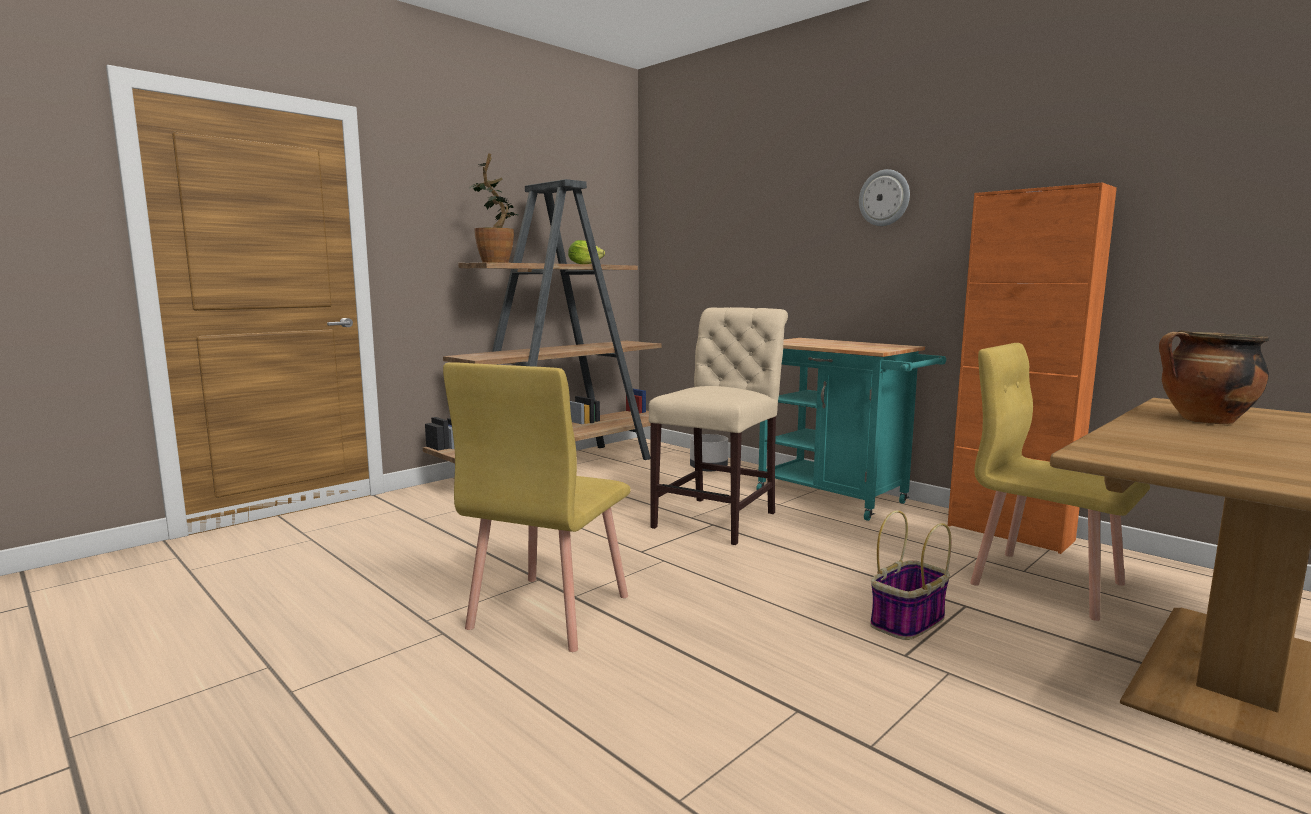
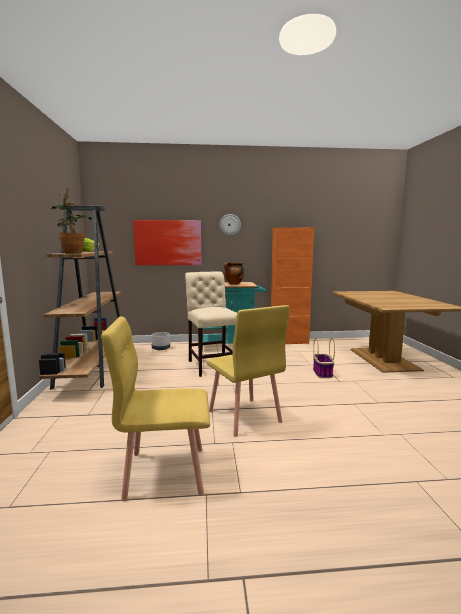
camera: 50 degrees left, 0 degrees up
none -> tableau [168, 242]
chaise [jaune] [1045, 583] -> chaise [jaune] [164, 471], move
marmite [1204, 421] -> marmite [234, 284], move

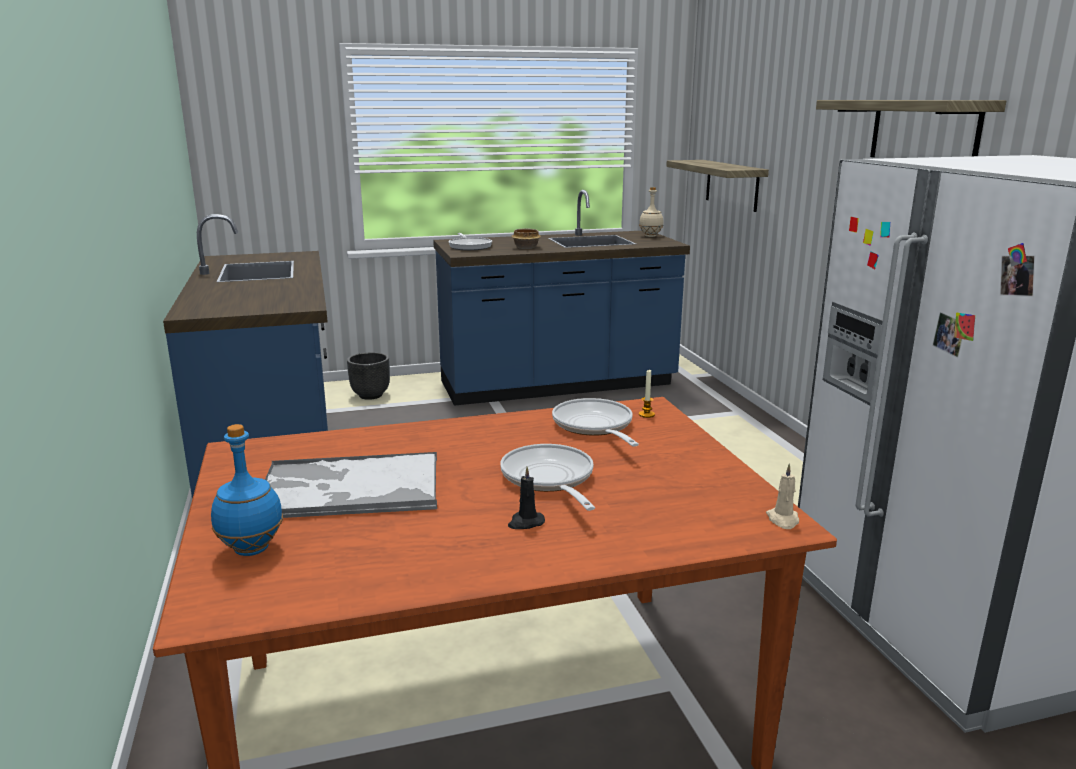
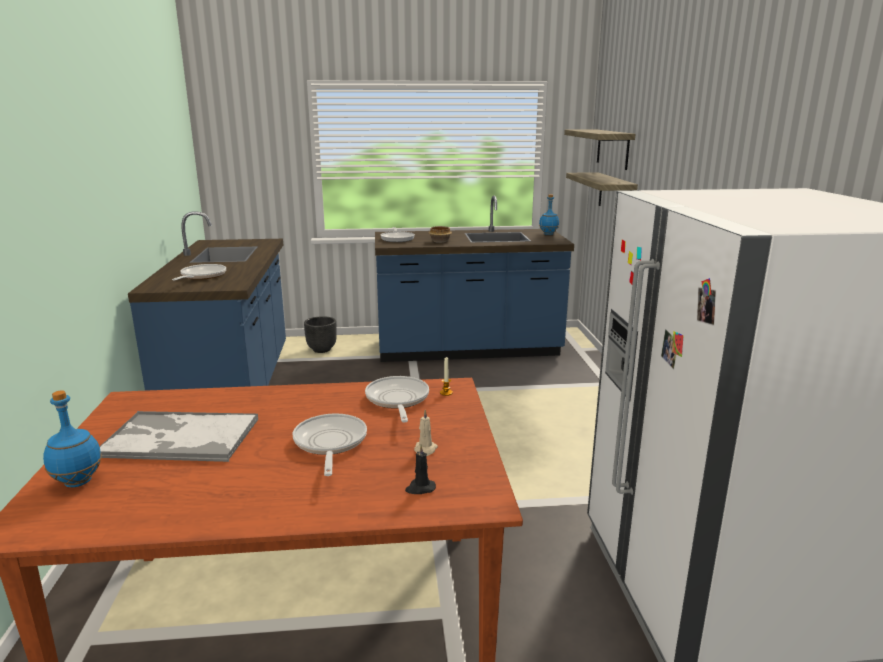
camera: 10 degrees right, 0 degrees up
none -> poêle [201, 276]
bougie [noir] [525, 522] -> bougie [noir] [420, 488], move
bougie [beige] [783, 520] -> bougie [beige] [425, 450], move
étagère [924, 131] -> étagère [612, 148], move
bouteille [beige] [650, 236] -> bouteille [bleu] [548, 234]

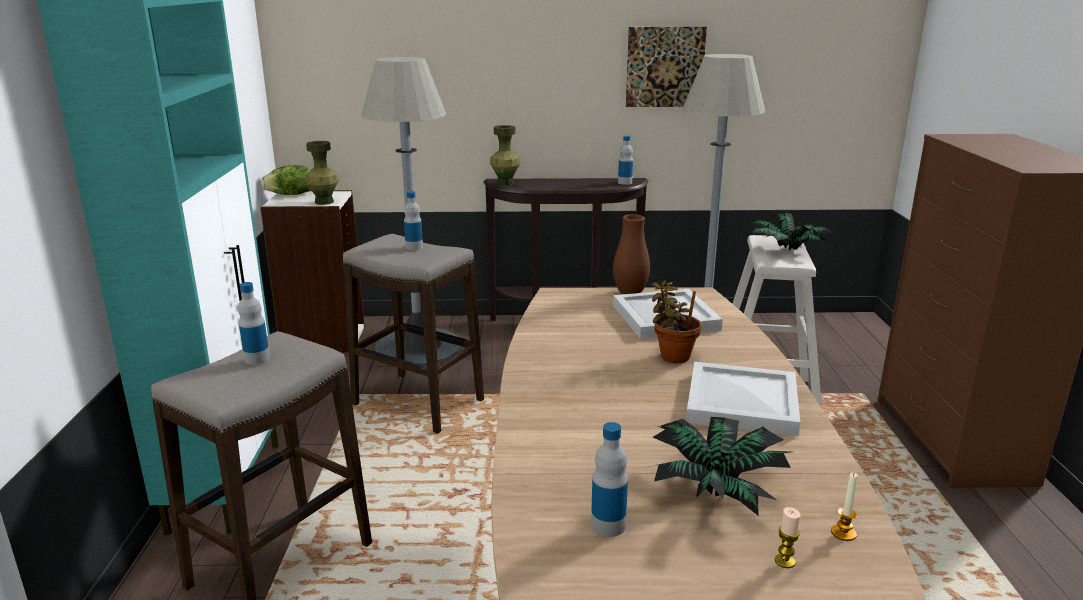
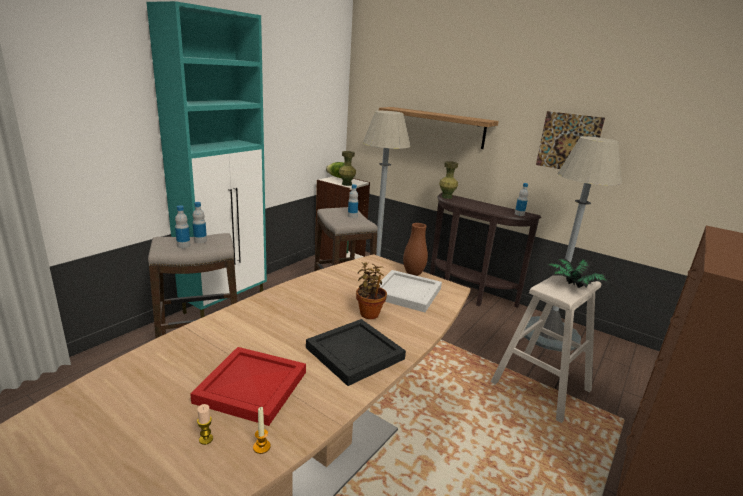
camera: 35 degrees right, 0 degrees up
none -> étagère [439, 127]
bouteille [608, 525] -> bouteille [183, 245], move
plante en pot [716, 488] -> plateau [rouge] [251, 386]
plateau [blanc] [743, 404] -> plateau [noir] [354, 354]

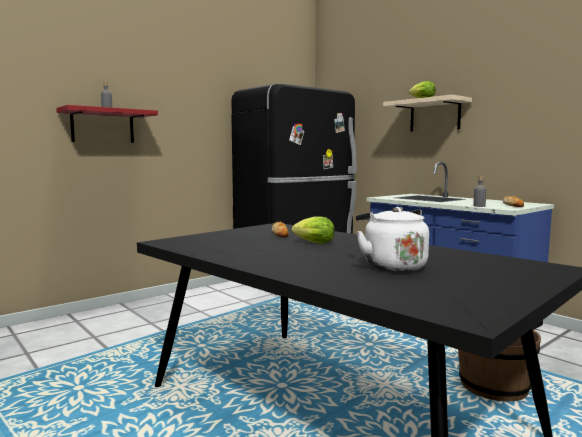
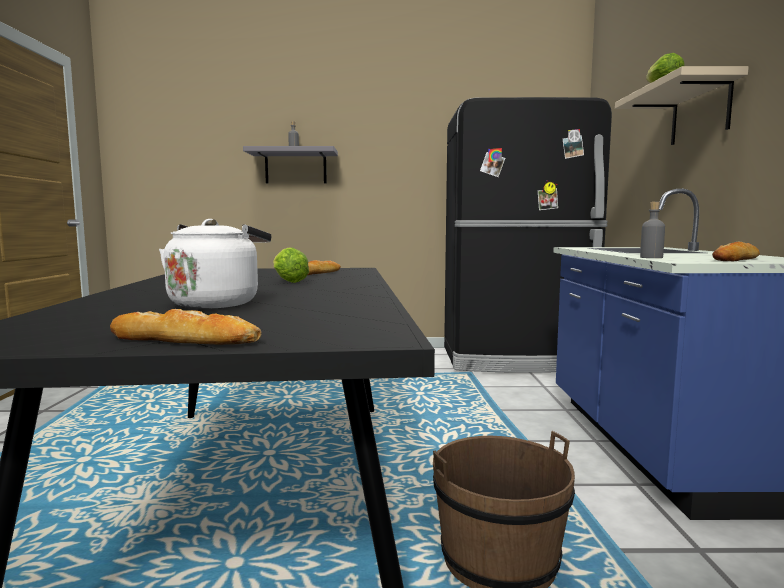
camera: 40 degrees right, 0 degrees up
none -> pain [184, 340]
étagère [rouge] [102, 126] -> étagère [gris] [295, 167]

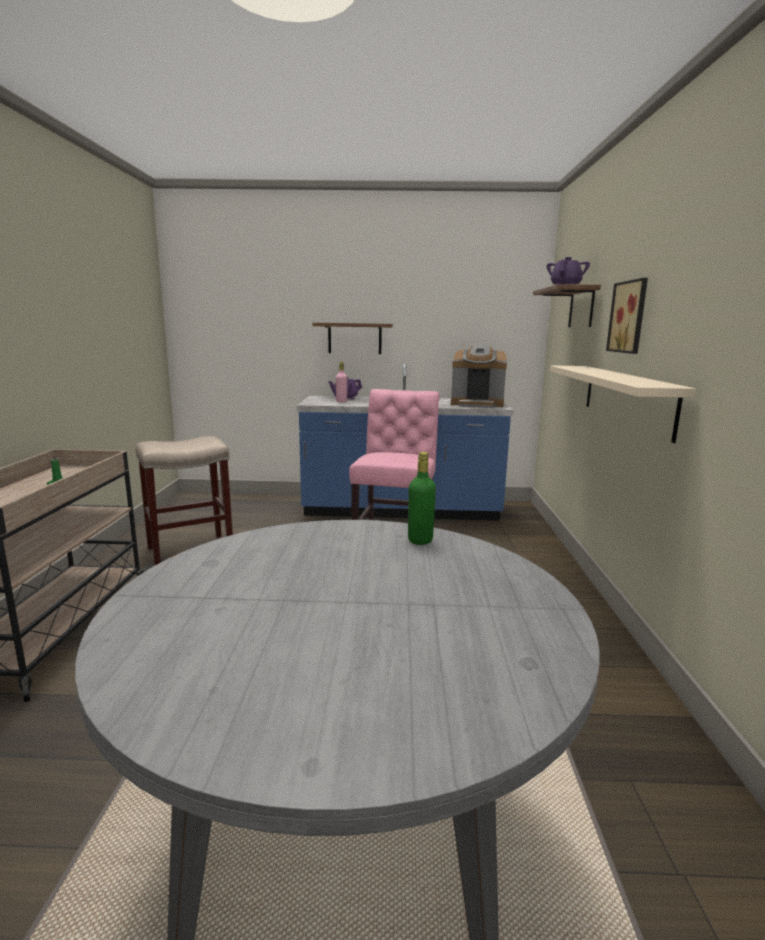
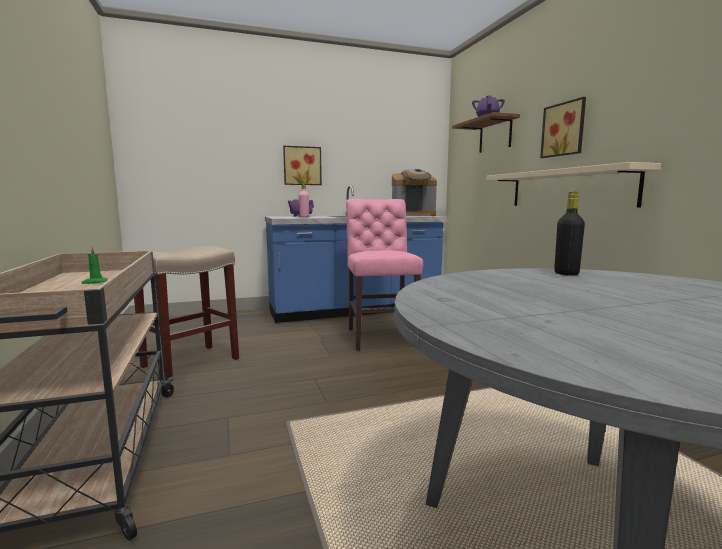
camera: 20 degrees left, 5 degrees down
étagère [354, 338] -> tableau [302, 166]
bouteille [vert] [420, 540] -> bouteille [noir] [566, 273]

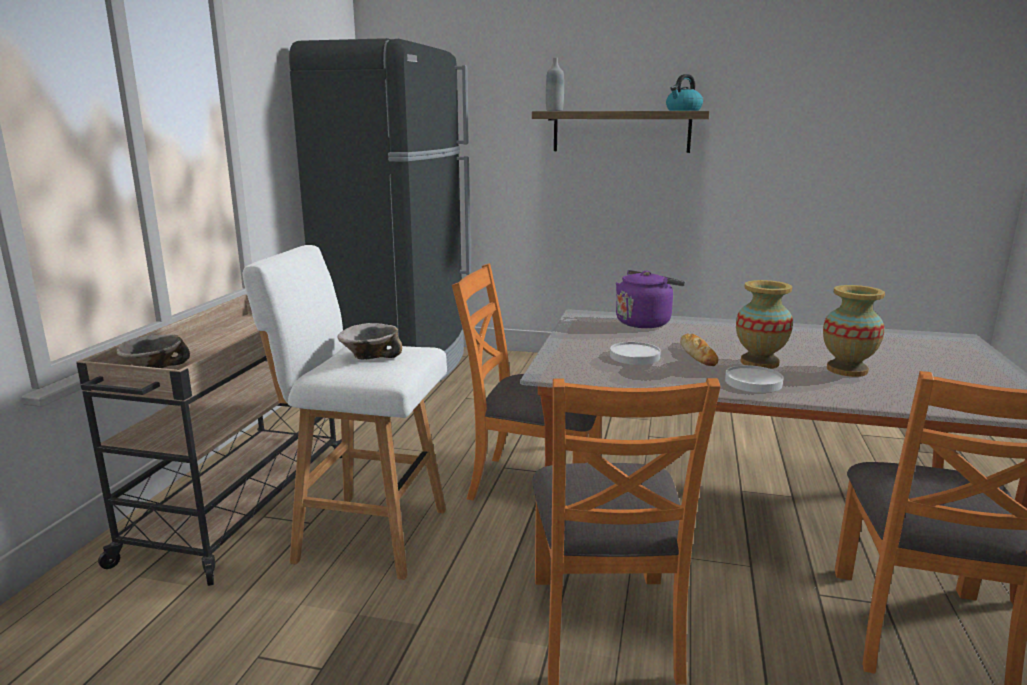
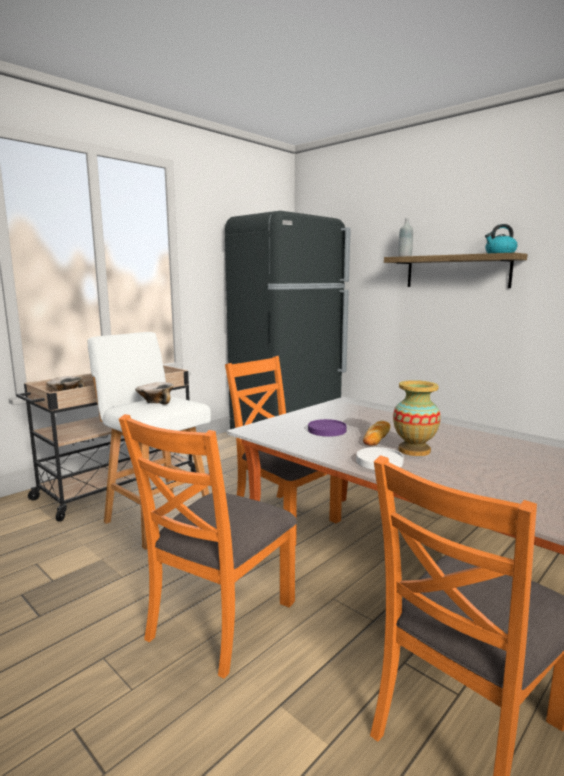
camera: 30 degrees right, 5 degrees down
bouilloire [violet] [645, 322] -> none
vase [847, 370] -> none
assiette [blanc] [634, 356] -> assiette [violet] [327, 430]

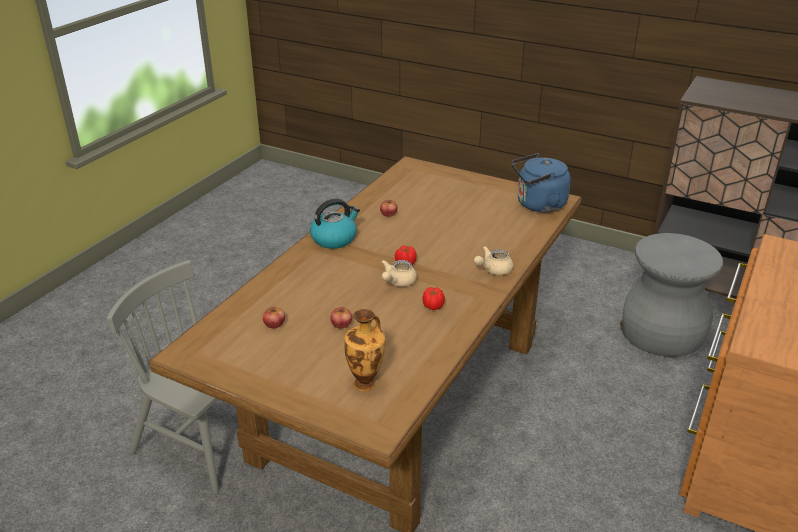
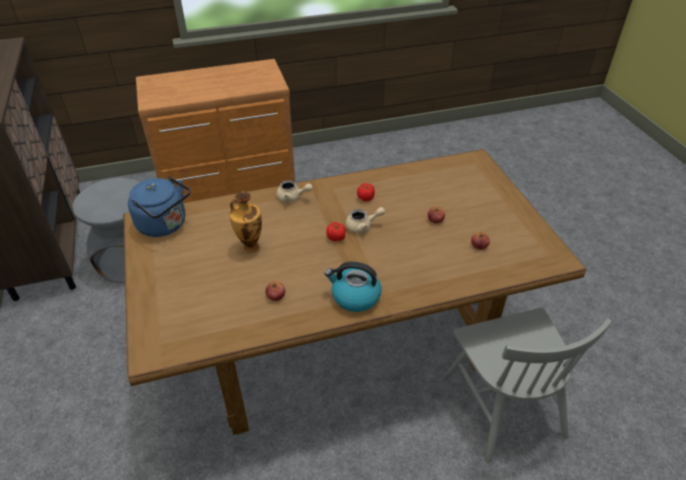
camera: 135 degrees left, 10 degrees up
vase [366, 383] -> vase [250, 246], move

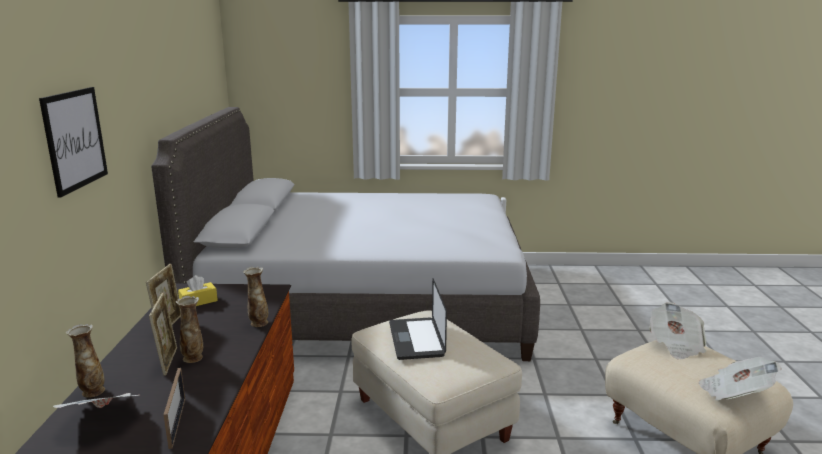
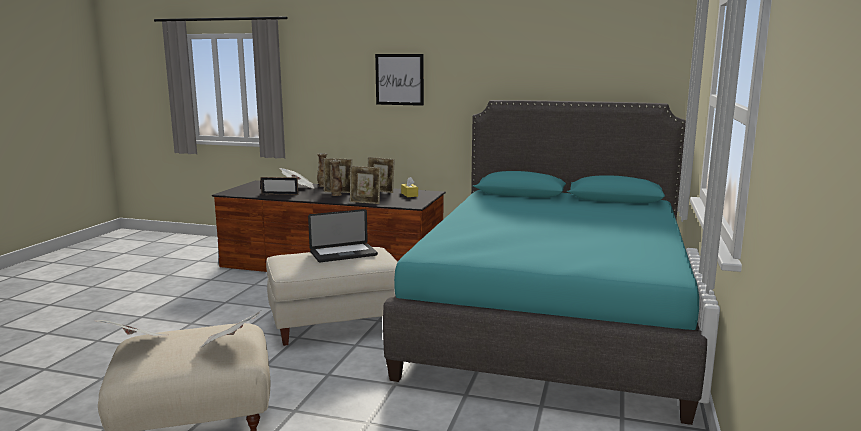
camera: 105 degrees right, 5 degrees down
vase [258, 323] -> cadre photo [365, 202]
lit [gris] [366, 306] -> lit [turquoise] [552, 319]
ordinateur portable [416, 339] -> ordinateur portable [343, 254], 150 degrees clockwise

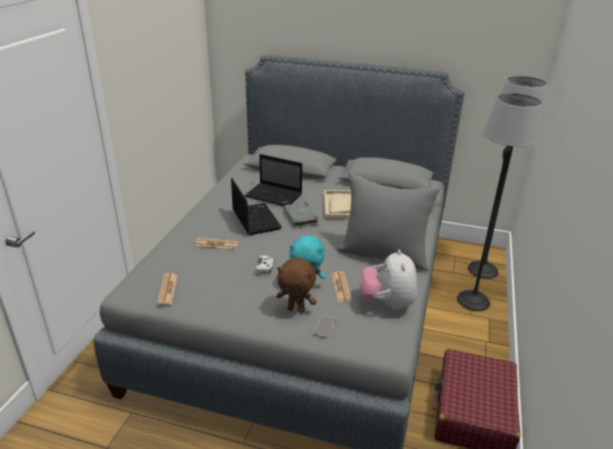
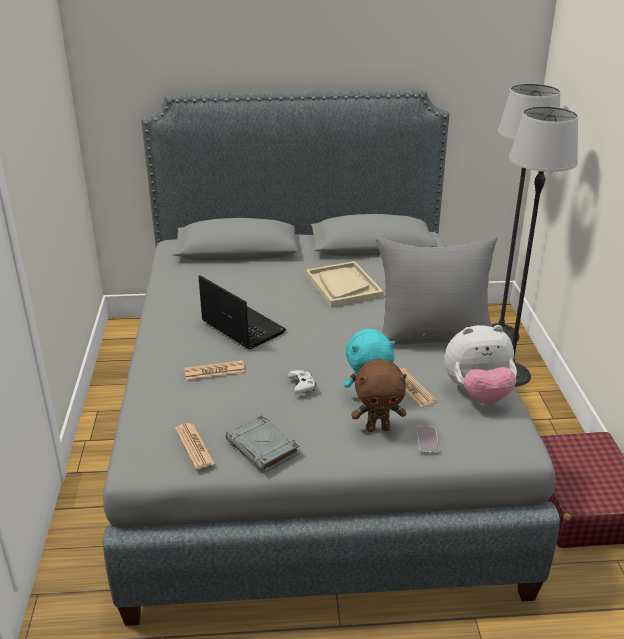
camera: 20 degrees left, 0 degrees up
ordinateur portable [275, 196] -> none
livre [gris] [301, 218] -> livre [gris] [263, 448], move
peluche [387, 303] -> peluche [478, 394], 75 degrees counterclockwise

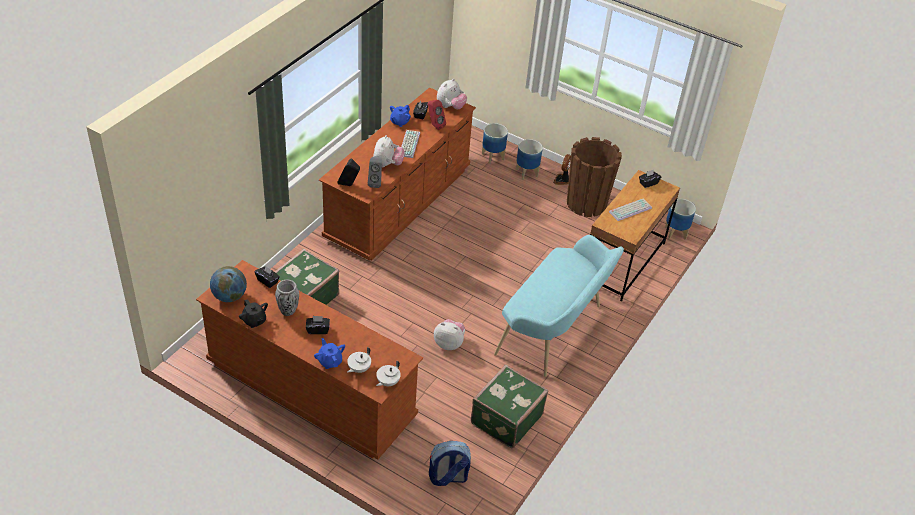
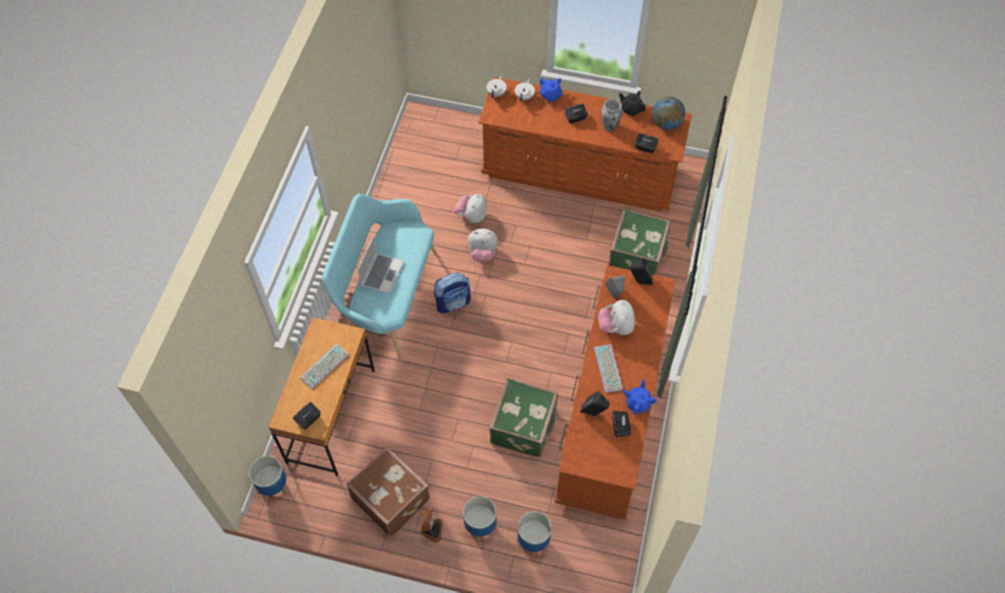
camera: 165 degrees right, 15 degrees up
none -> ordinateur portable [382, 273]
sac à dos [448, 477] -> sac à dos [453, 303], move
peluche [450, 107] -> peluche [472, 216], move
valise [vert] [505, 419] -> valise [vert] [524, 426], move
cache-pot [marron] [586, 203] -> valise [marron] [391, 498]
enceinte [rouge] [434, 125] -> enceinte [noir] [593, 413]

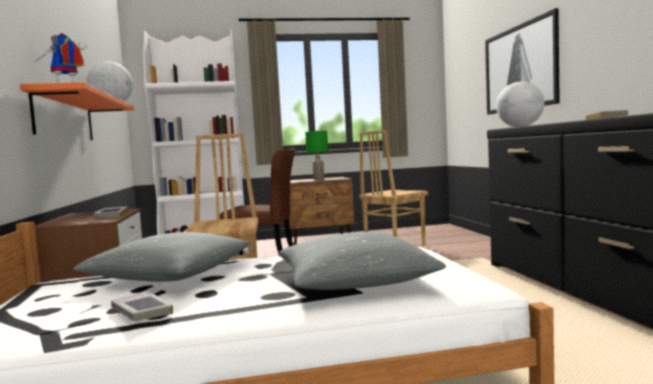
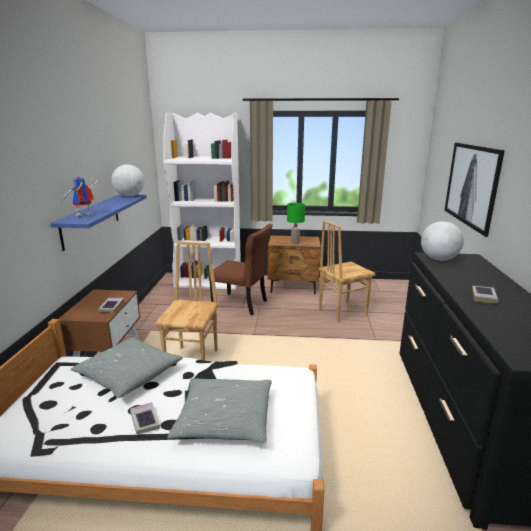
camera: 15 degrees right, 15 degrees up
livre [141, 312] -> livre [144, 421], move
étagère [orange] [65, 118] -> étagère [bleu] [91, 220]

